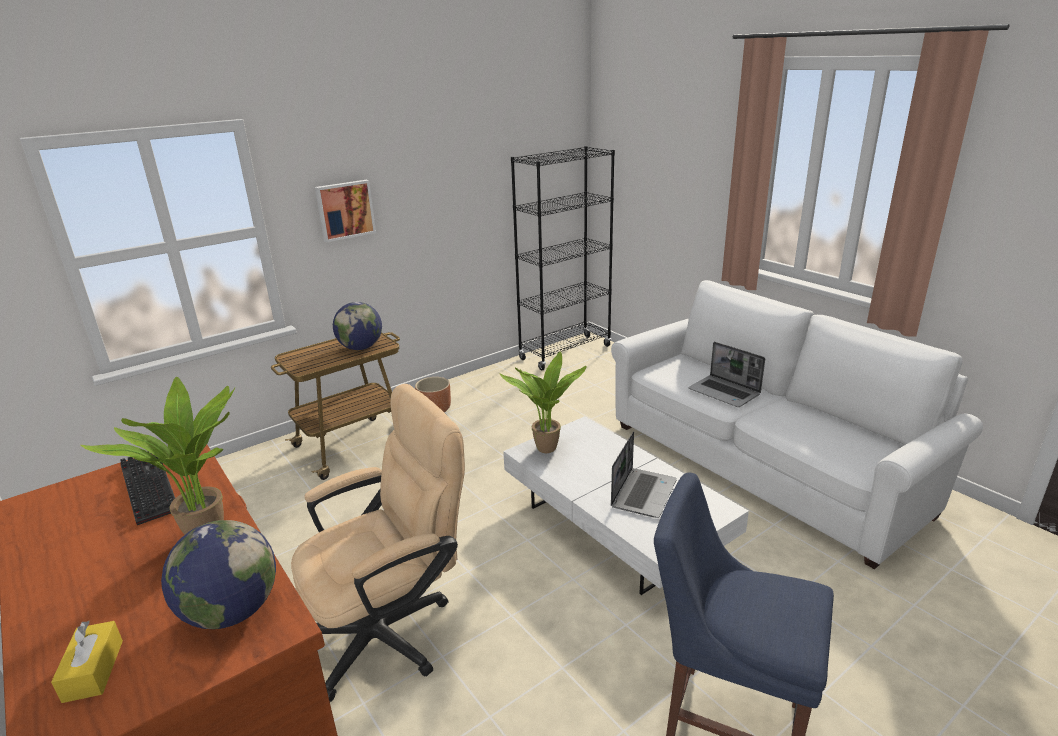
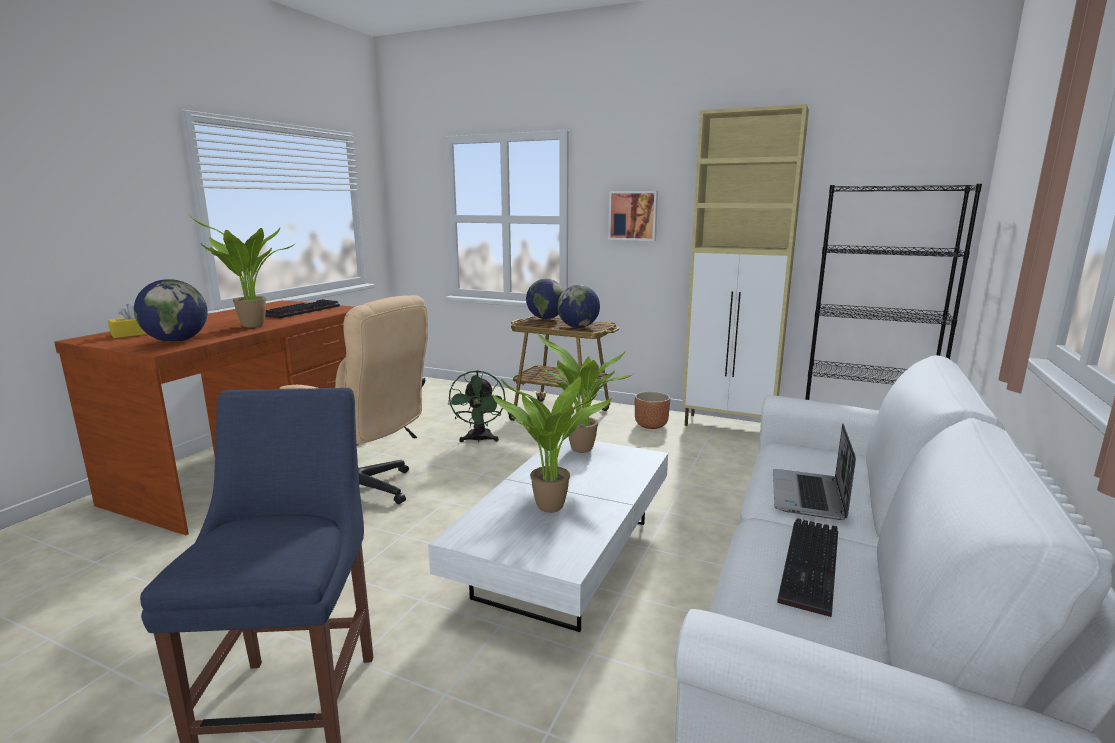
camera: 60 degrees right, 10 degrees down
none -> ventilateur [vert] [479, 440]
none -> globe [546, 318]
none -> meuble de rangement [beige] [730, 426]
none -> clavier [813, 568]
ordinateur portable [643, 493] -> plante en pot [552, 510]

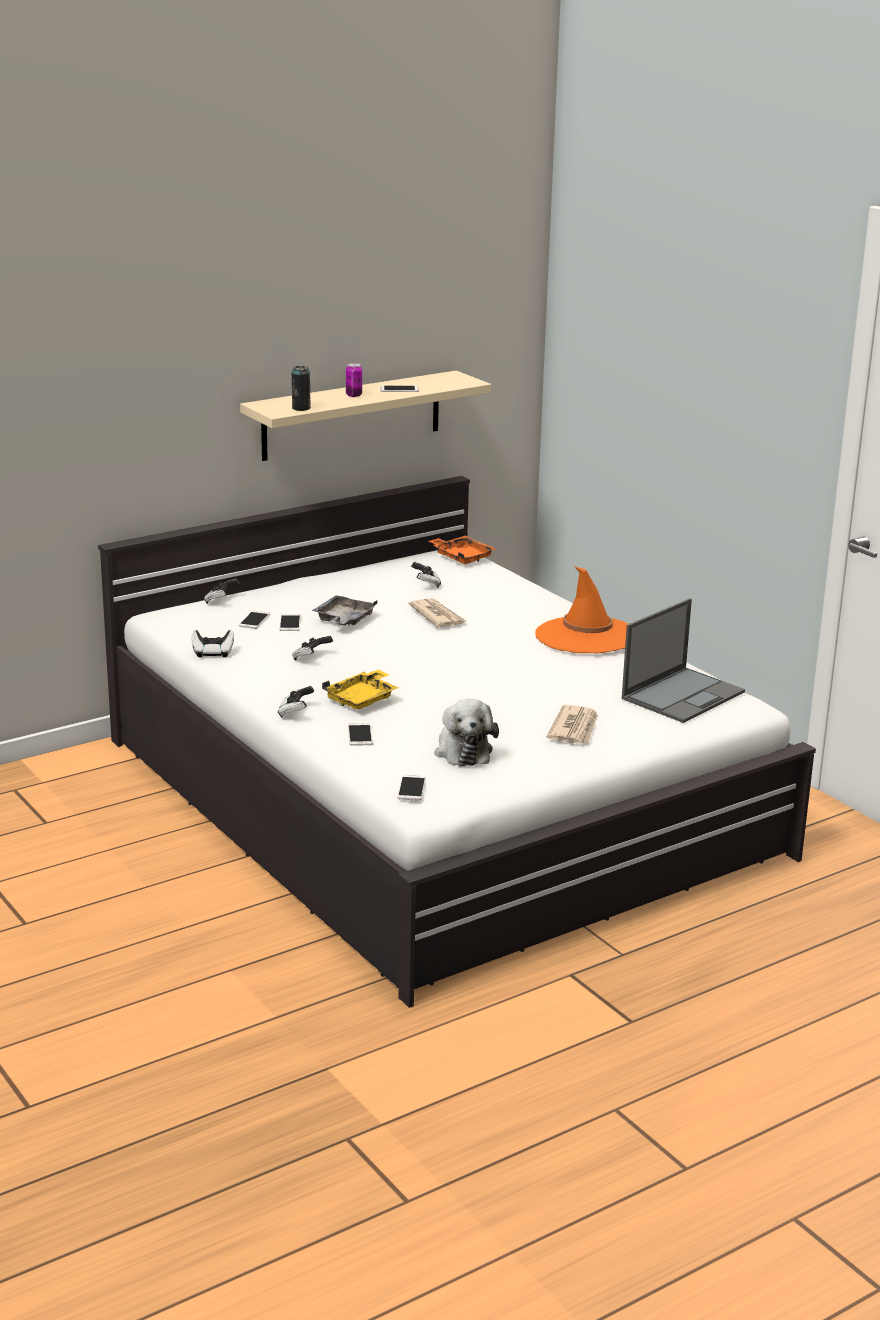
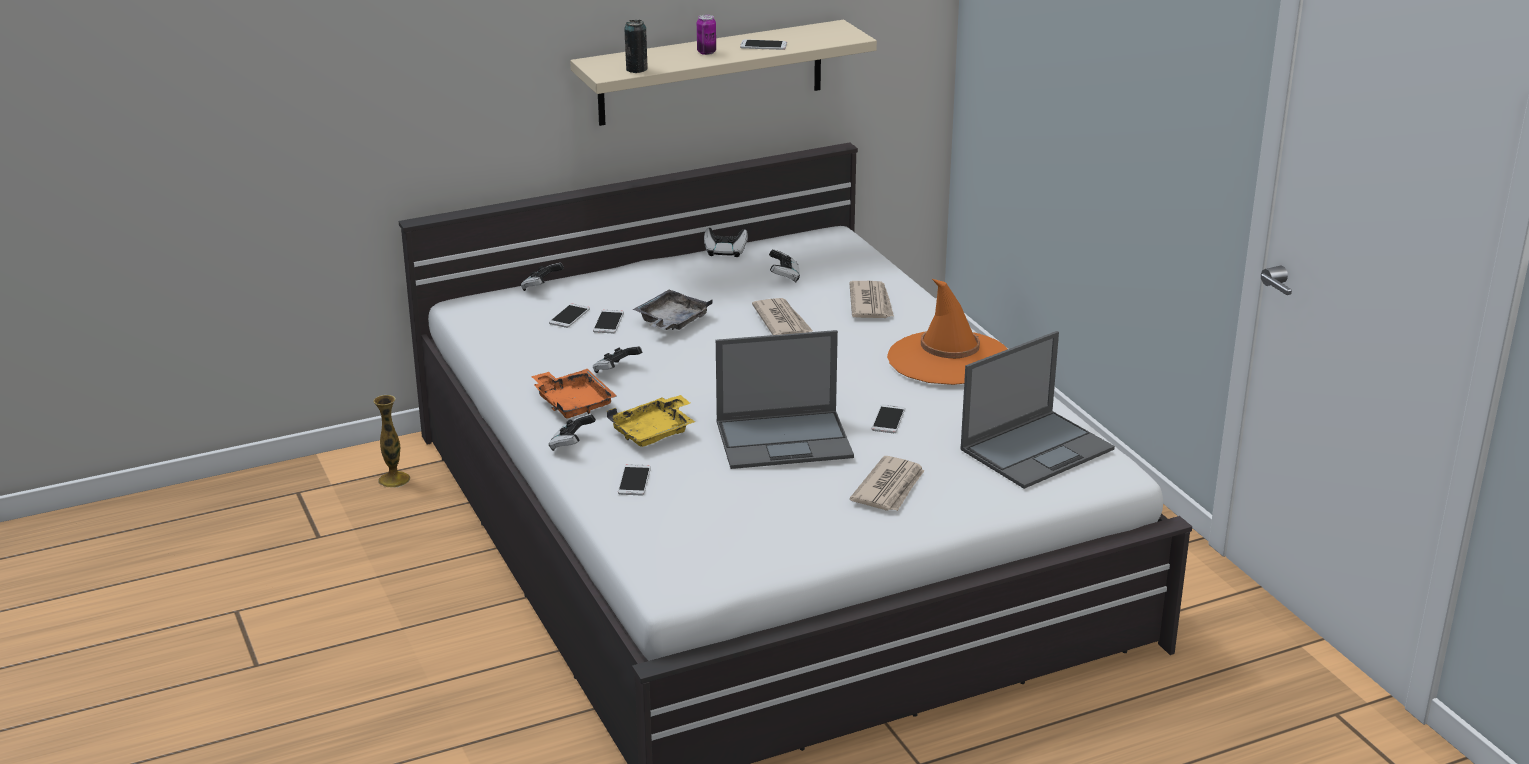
camera: 10 degrees right, 5 degrees up
peluche [463, 750] -> none
none -> vase [394, 479]
none -> ordinateur portable [785, 439]
none -> journal [871, 303]
manette [213, 653] -> manette [725, 252], move
téléphone [411, 788] -> téléphone [888, 419], move
plateau [orange] [461, 557] -> plateau [orange] [573, 403], move

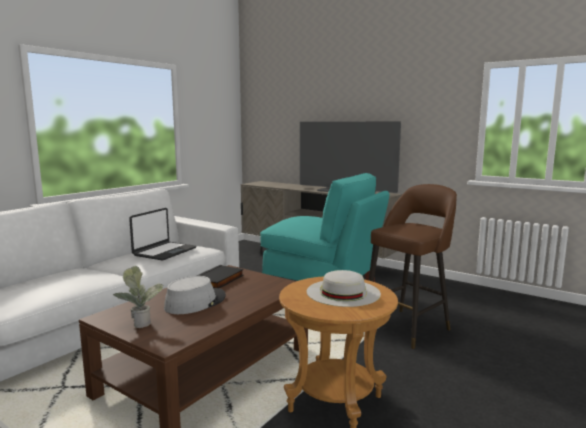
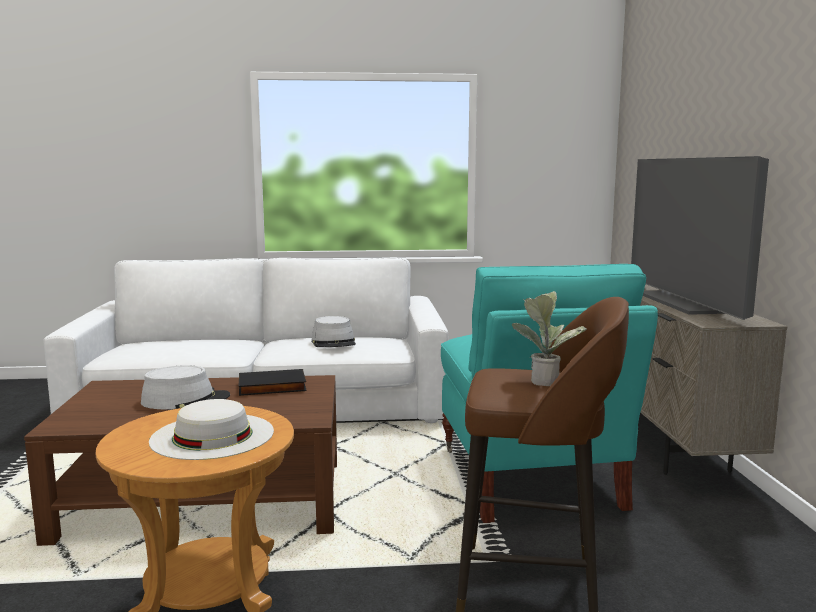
camera: 50 degrees right, 0 degrees up
plante en pot [139, 322] -> plante en pot [544, 380], move
ordinateur portable [164, 252] -> chapeau [gris] [334, 342]

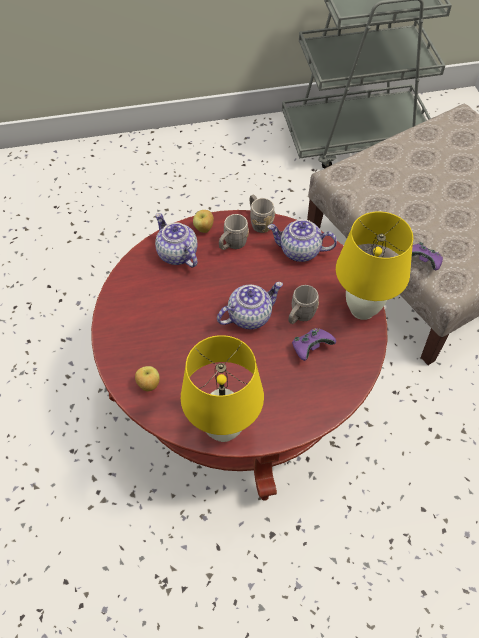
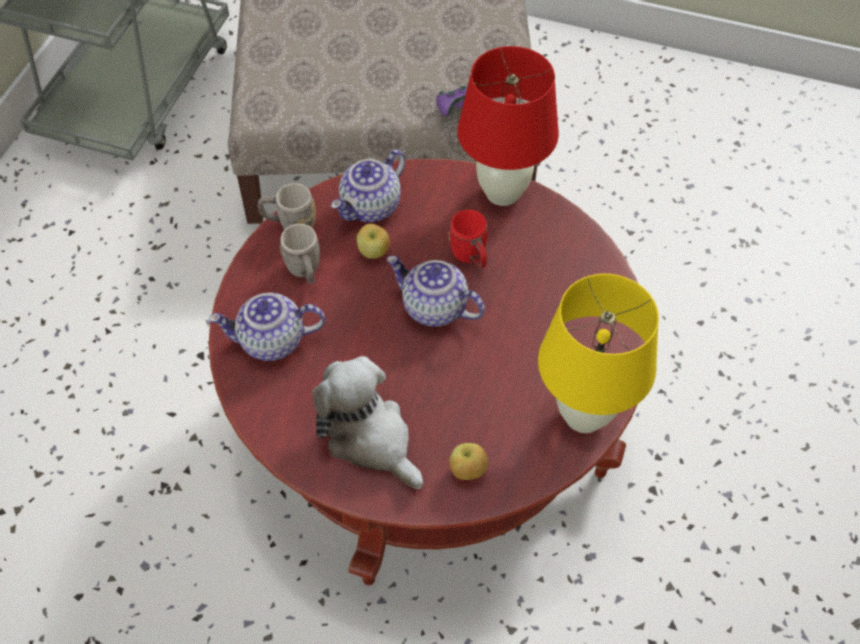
camera: 60 degrees left, 0 degrees up
manette [violet] [311, 348] -> none
none -> peluche [370, 437]
pomme [204, 229] -> pomme [374, 252], move
mug [gris] [300, 316] -> mug [rouge] [471, 257]
lampe de table [jaune] [363, 309] -> lampe de table [rouge] [503, 192]
théière [249, 315] -> théière [433, 308], 60 degrees counterclockwise

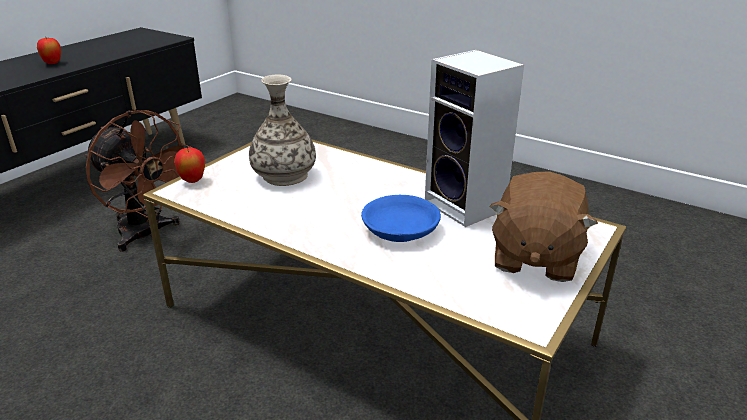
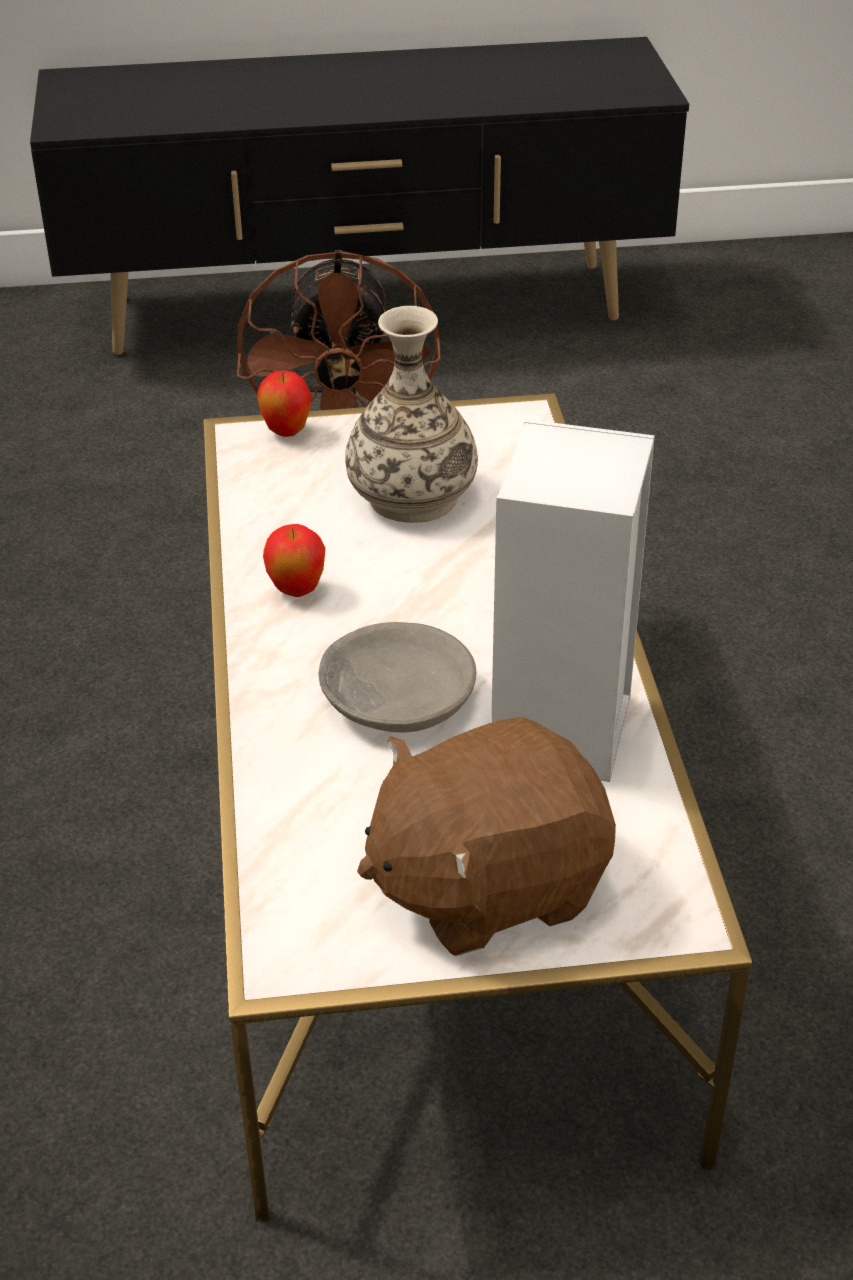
camera: 50 degrees right, 10 degrees up
pomme [53, 63] -> pomme [297, 591], move
bol [bleu] [399, 229] -> bol [gris] [395, 697]

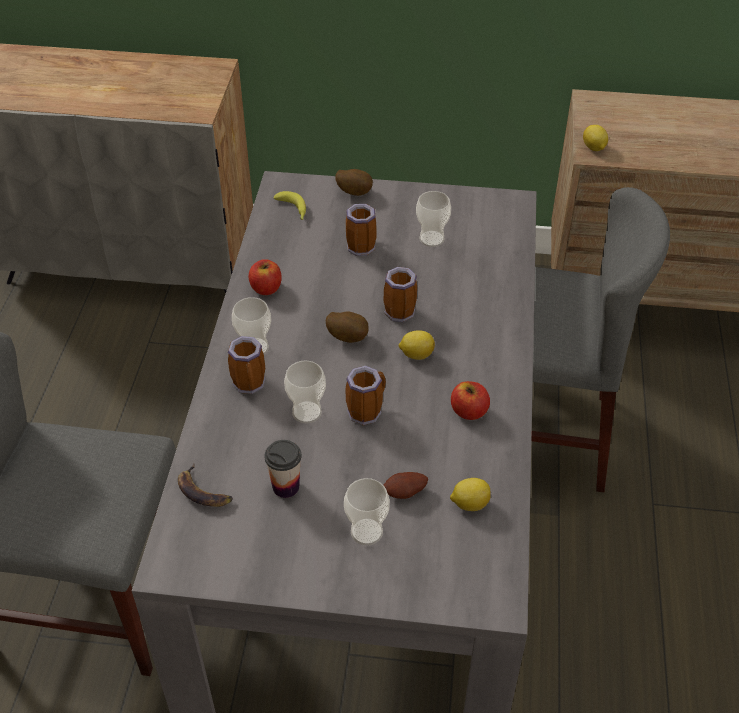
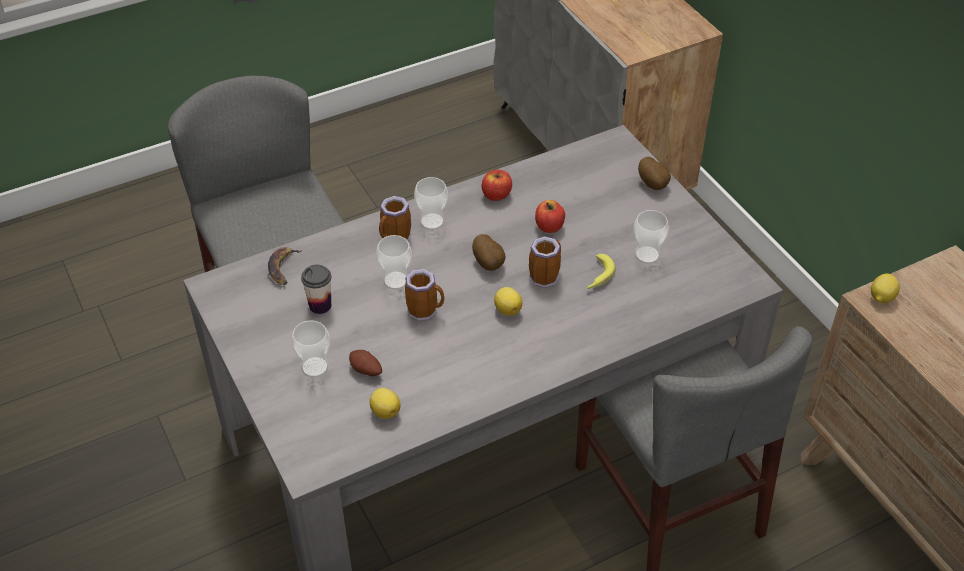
camera: 55 degrees right, 0 degrees up
mug [361, 245] -> none
banane [293, 210] -> banane [597, 277], move
pomme [469, 411] -> pomme [549, 226], move

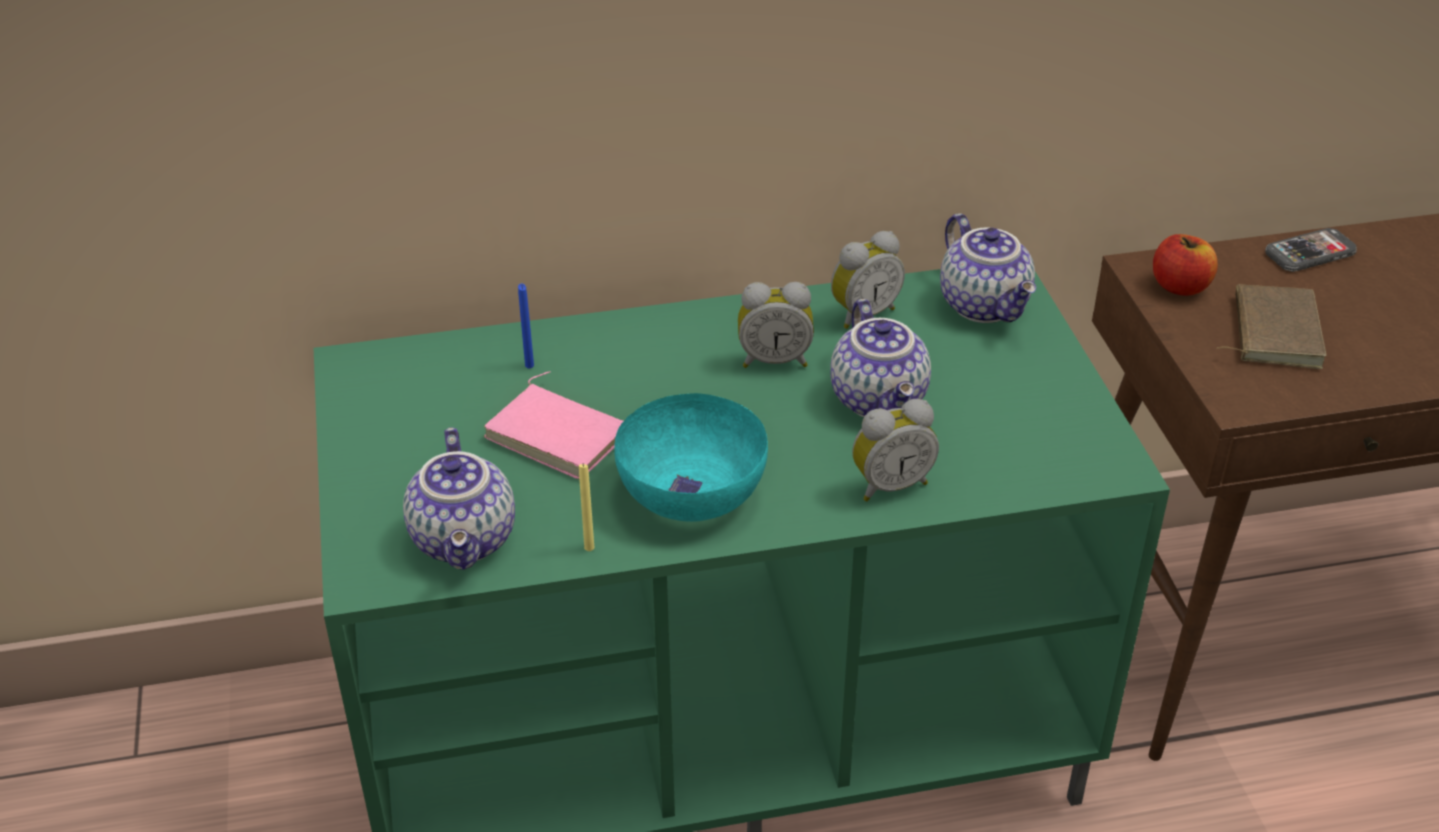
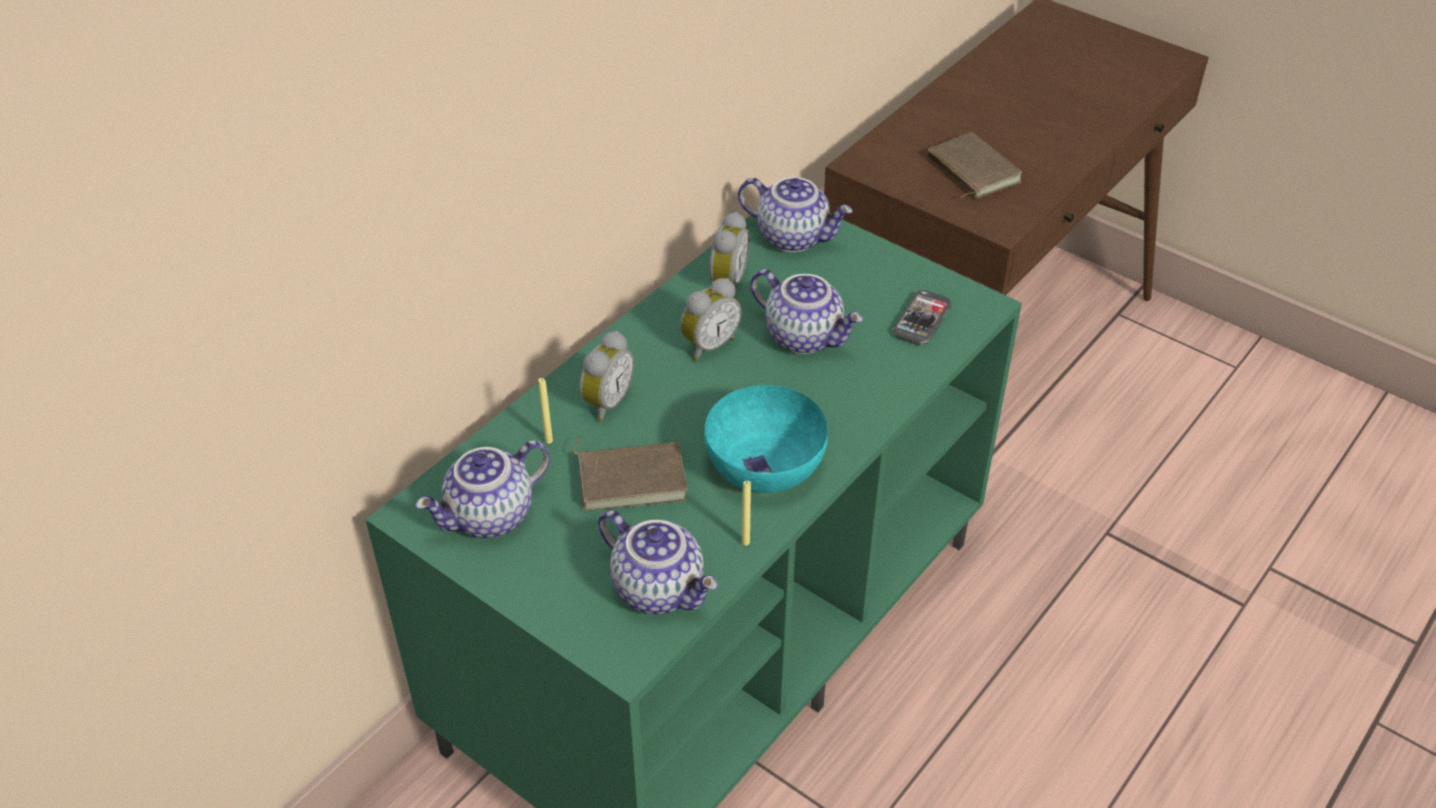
camera: 40 degrees left, 5 degrees up
pomme [1180, 286] -> none
none -> théière [491, 517]
réveil [889, 484] -> réveil [605, 402], move
téléphone [1310, 253] -> téléphone [921, 320], move
livre [rose] [560, 434] -> livre [marron] [632, 477]
bougie [bleu] [529, 365] -> bougie [jaune] [549, 441]

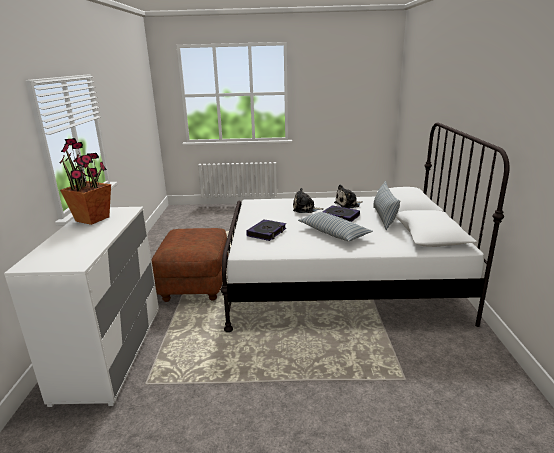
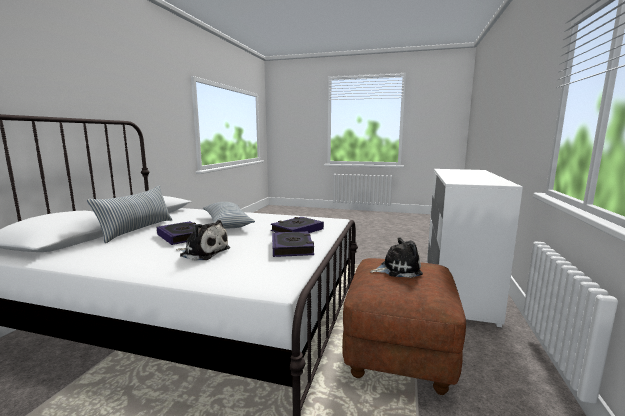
camera: 165 degrees left, 10 degrees down
plante en pot [93, 219] -> none
none -> livre [292, 248]
peluche [348, 204] -> peluche [397, 269], move

